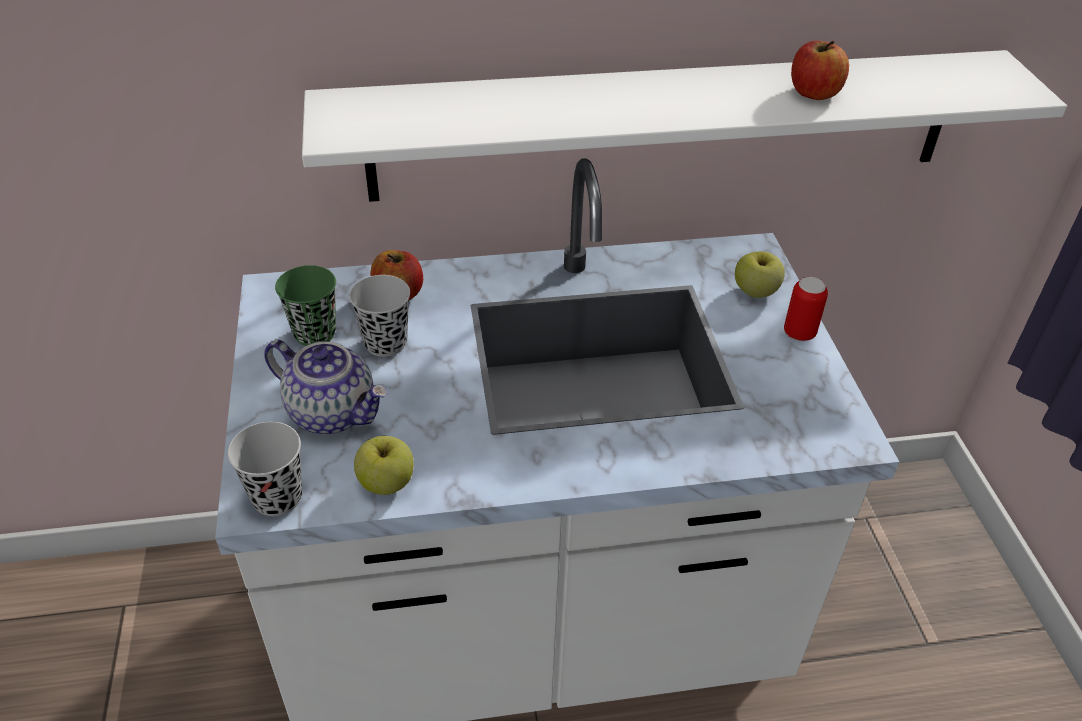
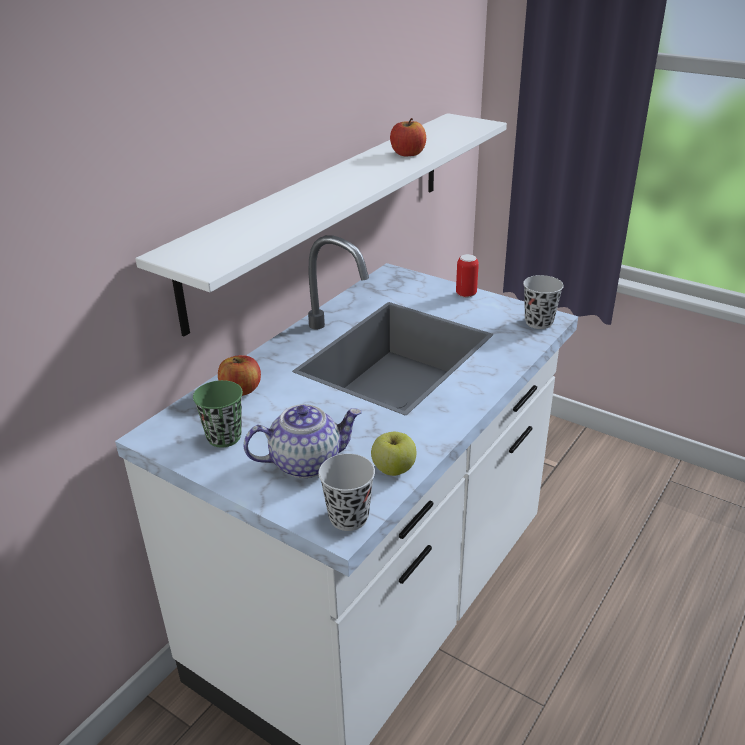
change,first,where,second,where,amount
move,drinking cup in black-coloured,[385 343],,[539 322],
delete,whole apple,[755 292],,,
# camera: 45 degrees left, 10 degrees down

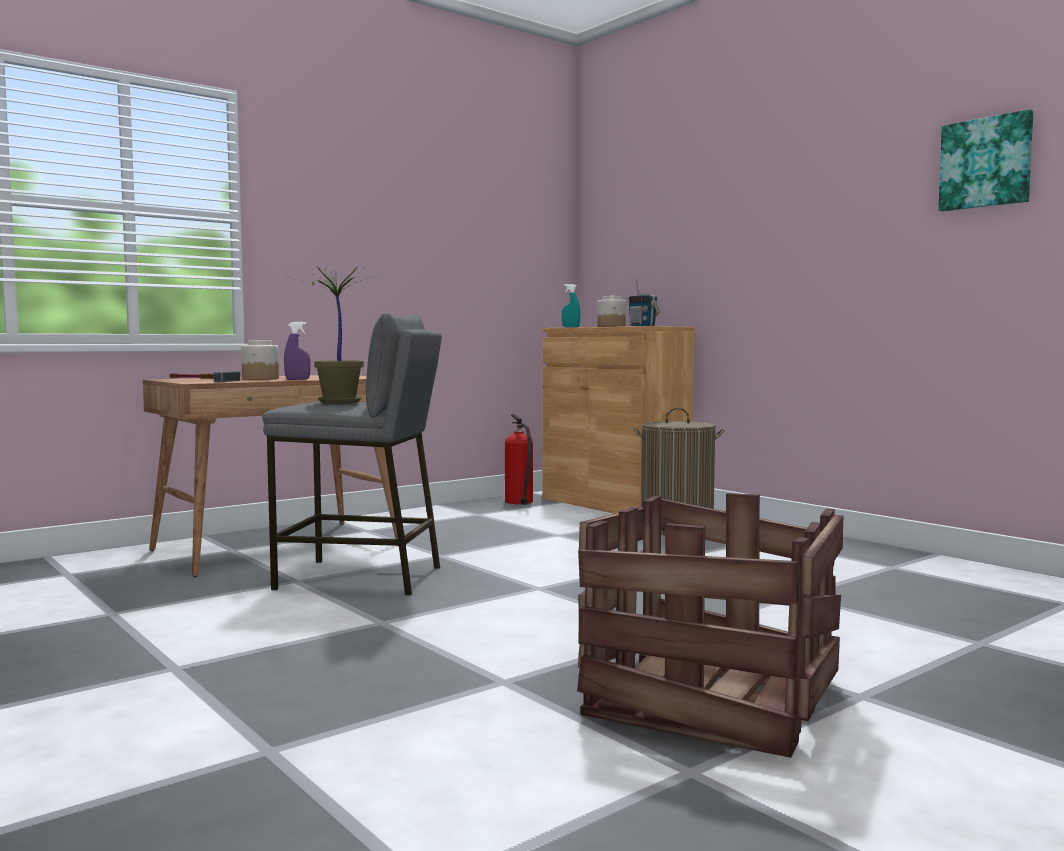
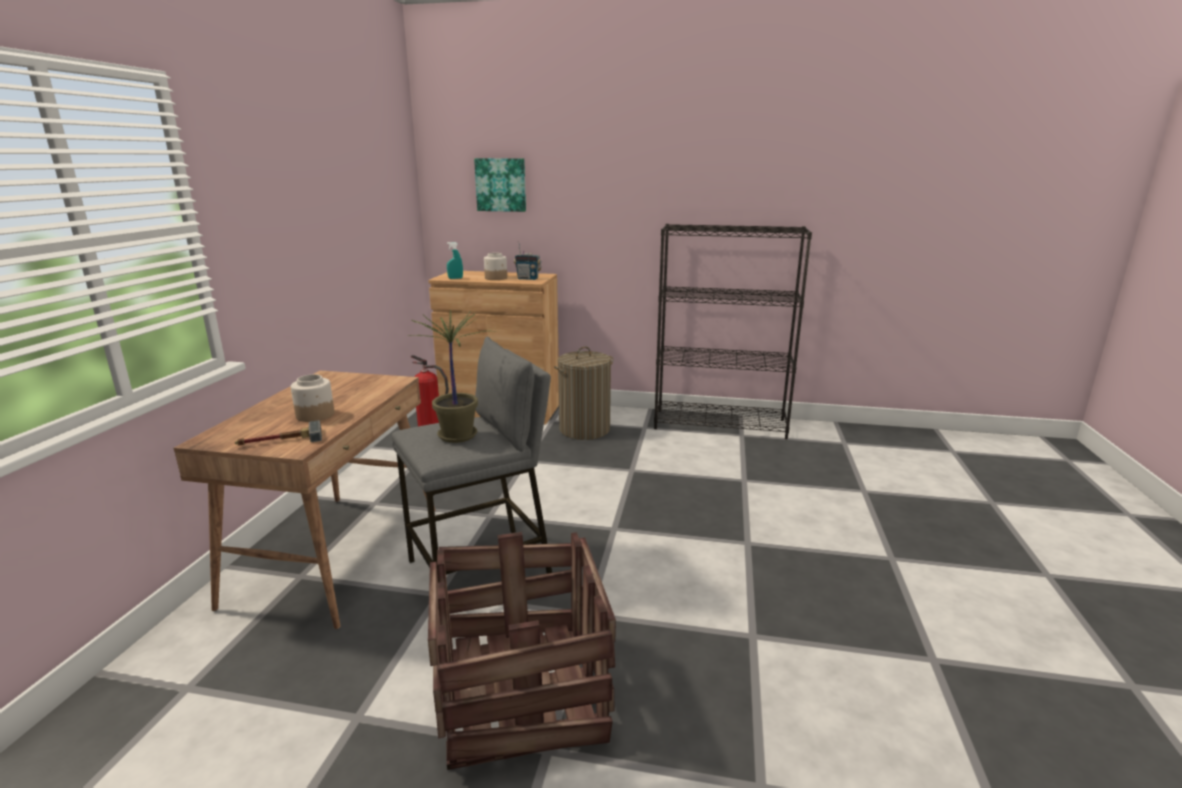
change,first,where,second,where,amount
delete,hand sprayer in purplish,[297 379],,,
move,shipping crate,[711 699],,[521 695],
move,picture,[986 163],,[501 185],
insert,,,bookcase in black-coloured,[720 424],
# camera: 40 degrees left, 15 degrees up

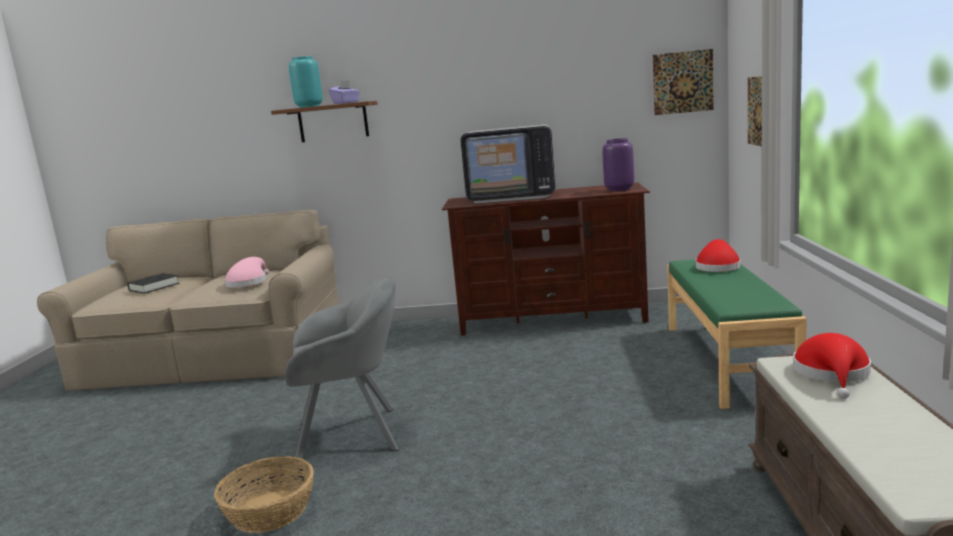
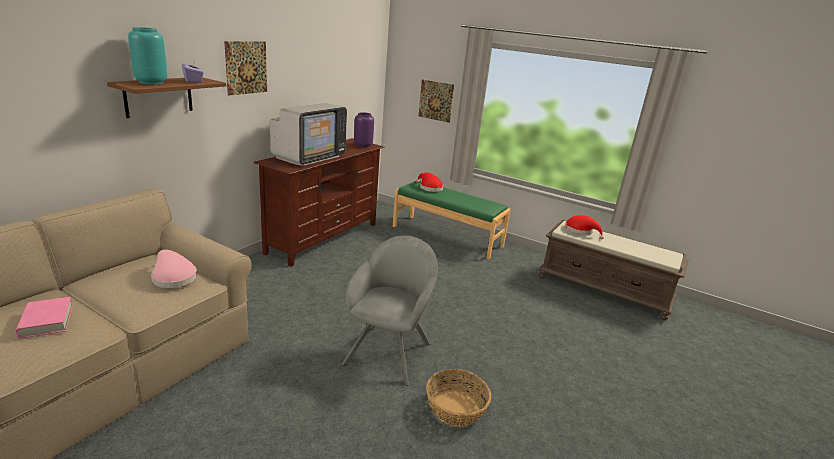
change,first,where,second,where,amount
recolor,bound book in black-coloured,[154 287],bound book in pink-coloured,[46 321],
move,picture,[683 82],,[246 67],
# camera: 65 degrees left, 10 degrees up

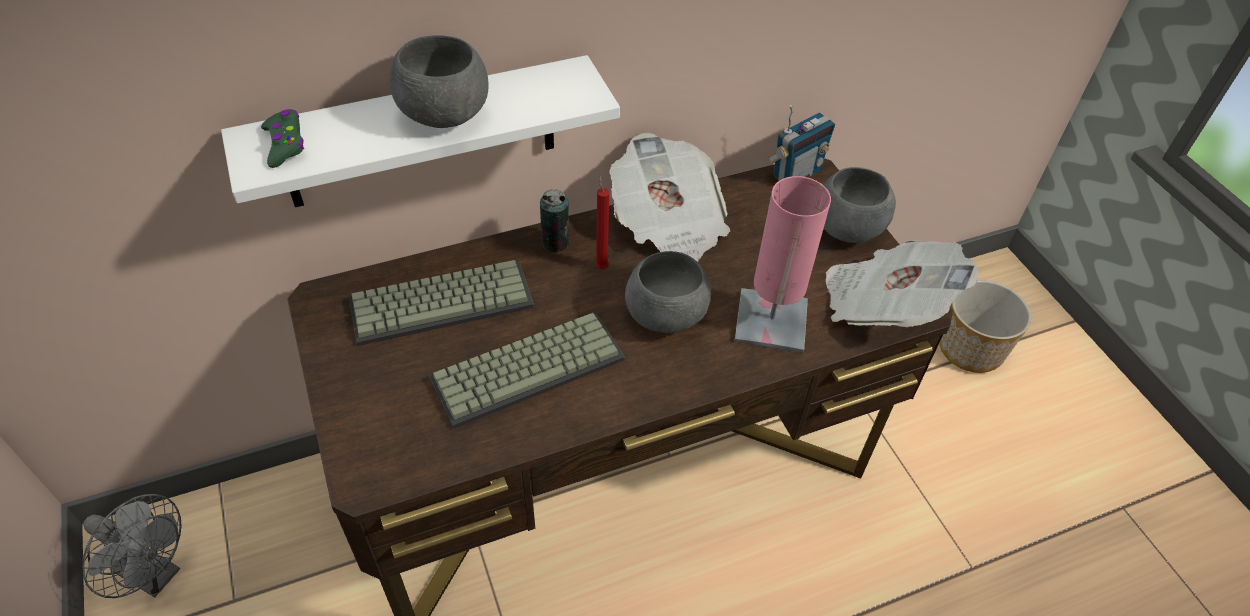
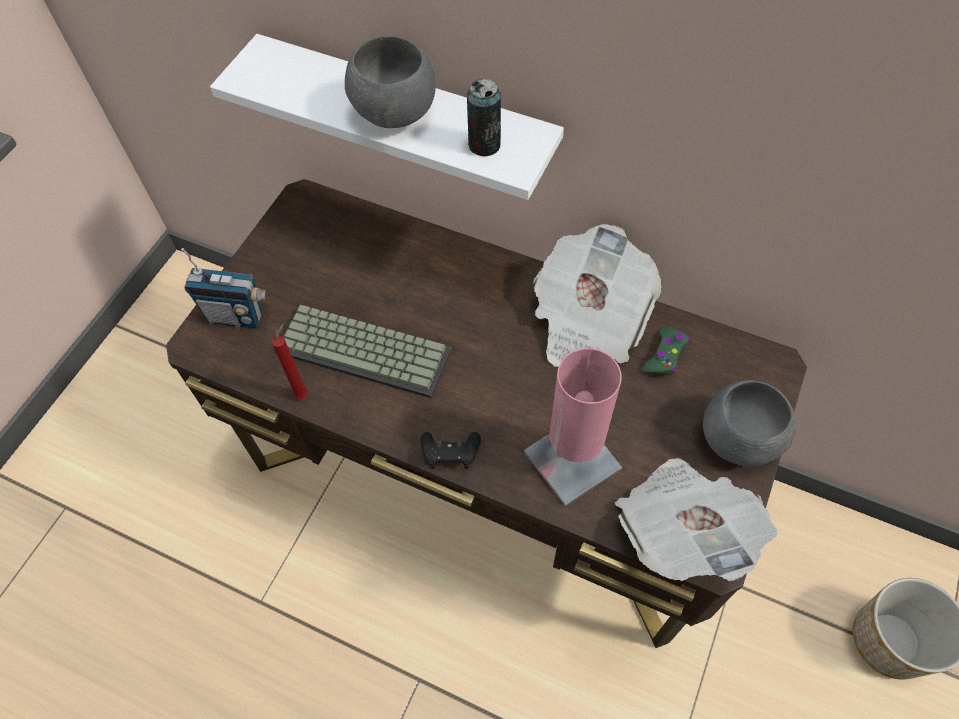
change,first,where,second,where,amount
delete,fan in gray,[155 574],,,
move,joypad in green-coloured,[285 144],,[665 356],
delete,keyboard,[443 301],,,
move,sealed can,[555 243],,[484 145],
move,candle in red,[601 266],,[303 394],
delete,deep dish in gray,[666 317],,,
move,radio,[795 173],,[236 316],
insert,,,joypad in black-coloured,[450 454],
# camera: 50 degrees right, 10 degrees up

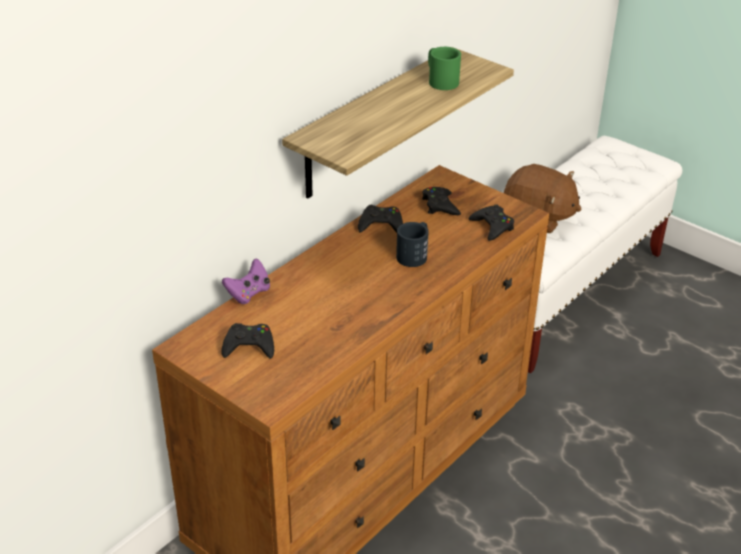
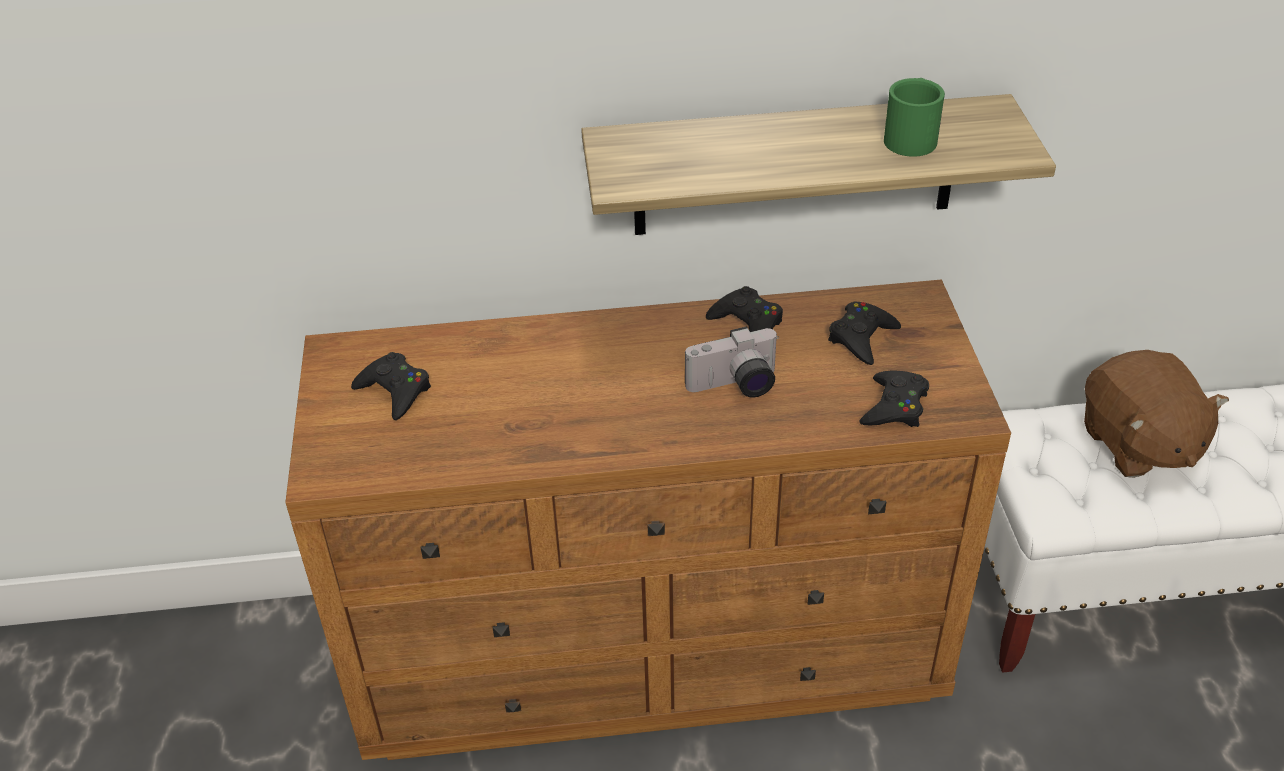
change,first,where,second,where,amount
delete,joypad in purplish,[248 293],,,
replace,coffee mug in black-coloured,[414 254],photo camera,[735 386],
# camera: 45 degrees right, 5 degrees up

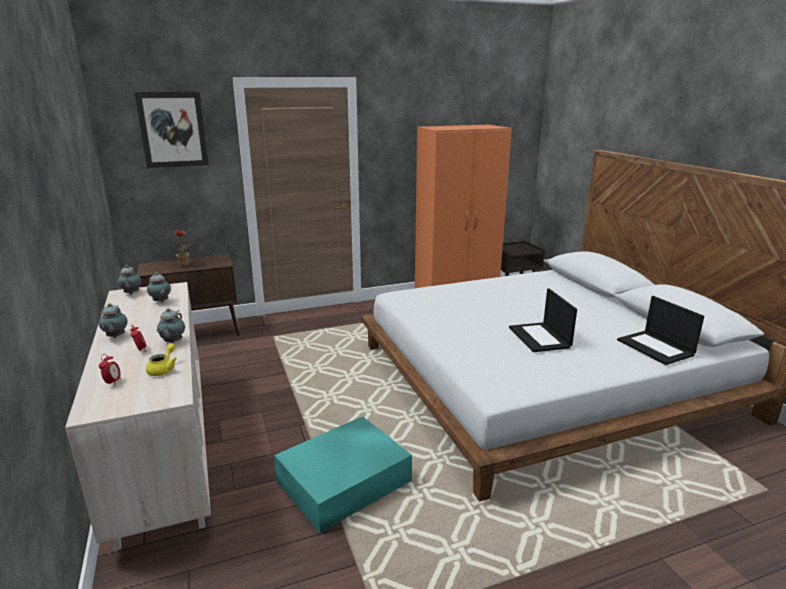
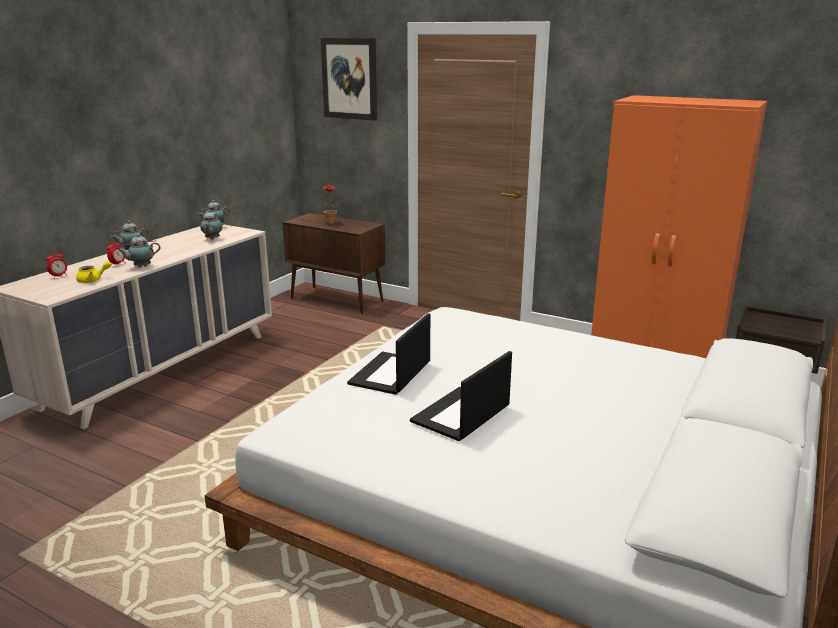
change,first,where,second,where,amount
delete,storage box in turquoise-coloured,[346 481],,,
move,laptop,[656 348],,[390 374],
# camera: 50 degrees right, 0 degrees up

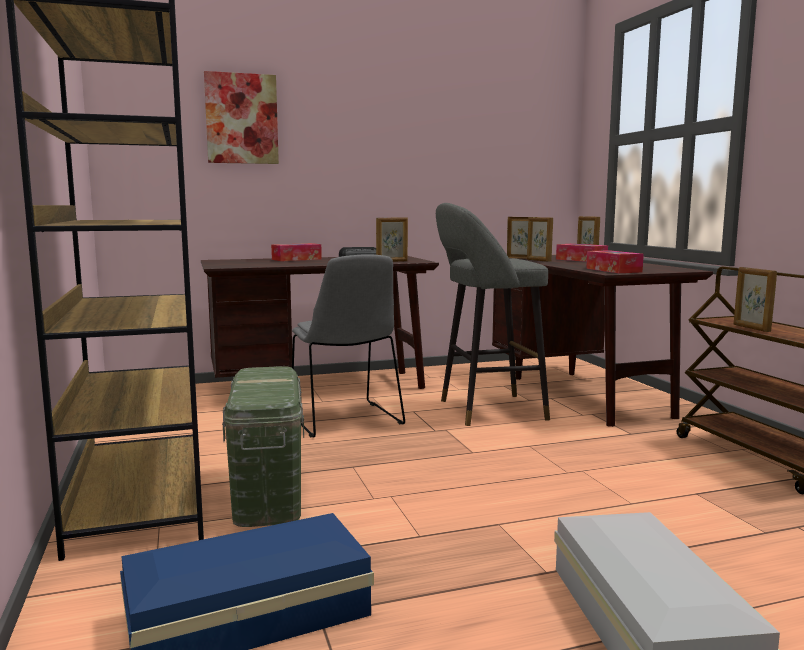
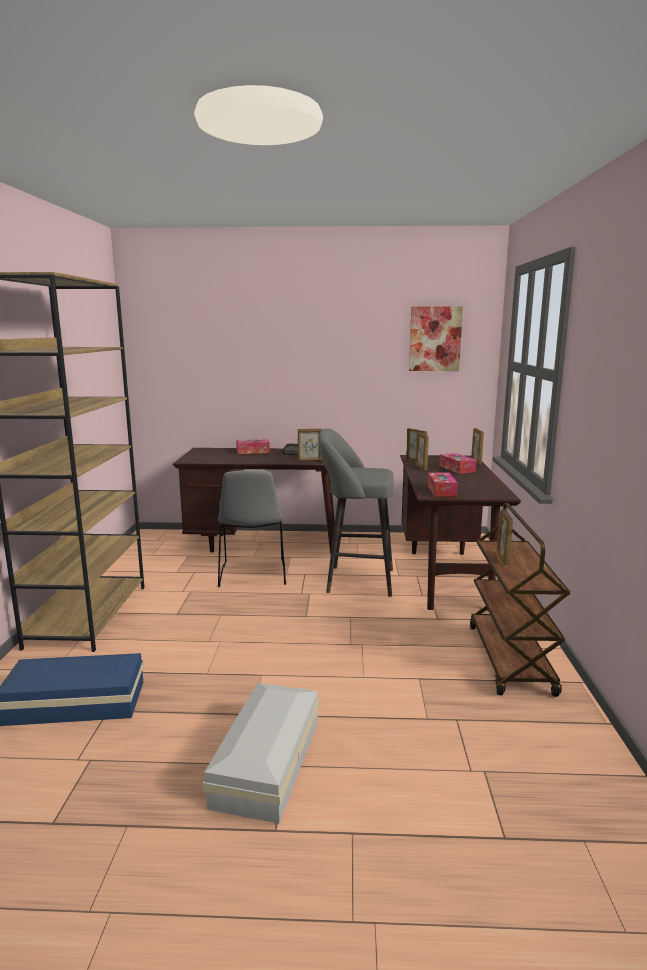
change,first,where,second,where,amount
move,picture,[241 119],,[435 339],
delete,storage box in green-coloured,[267 493],,,
# camera: 20 degrees right, 5 degrees up

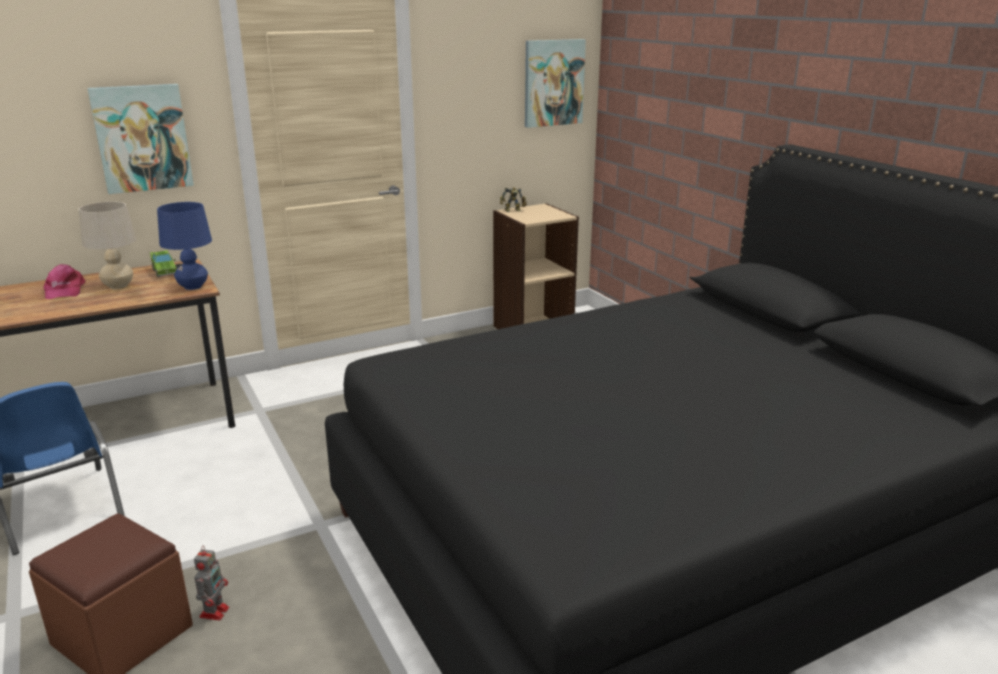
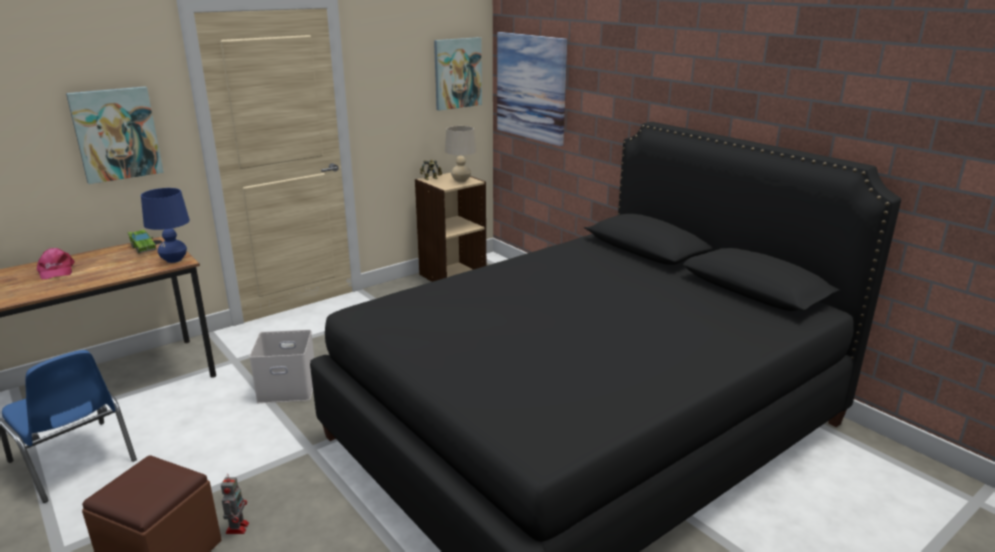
change,first,where,second,where,amount
move,lamp for a table in beige,[118 286],,[461 180],
insert,,,storage box in white-coloured,[289 387],
insert,,,picture,[531 87],
# camera: 10 degrees left, 0 degrees up

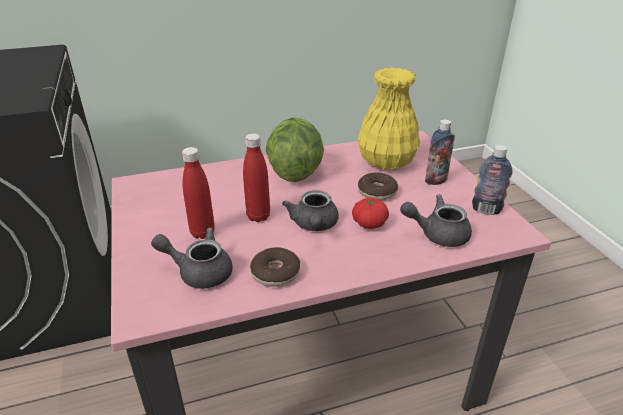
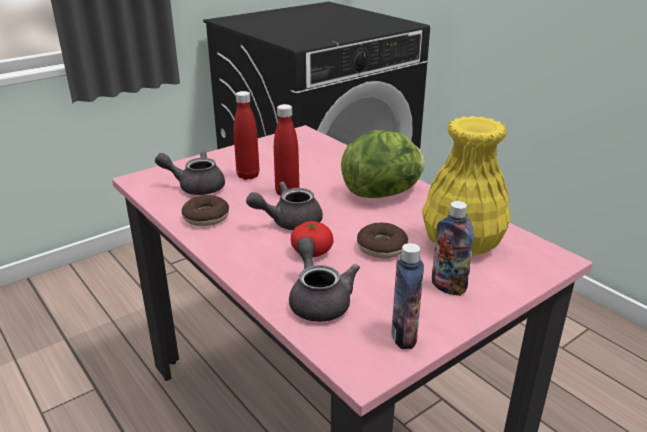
change,first,where,second,where,amount
rotate,tea pot in gray,[199 271],,[196 187],75 degrees counterclockwise
# camera: 70 degrees right, 5 degrees down

